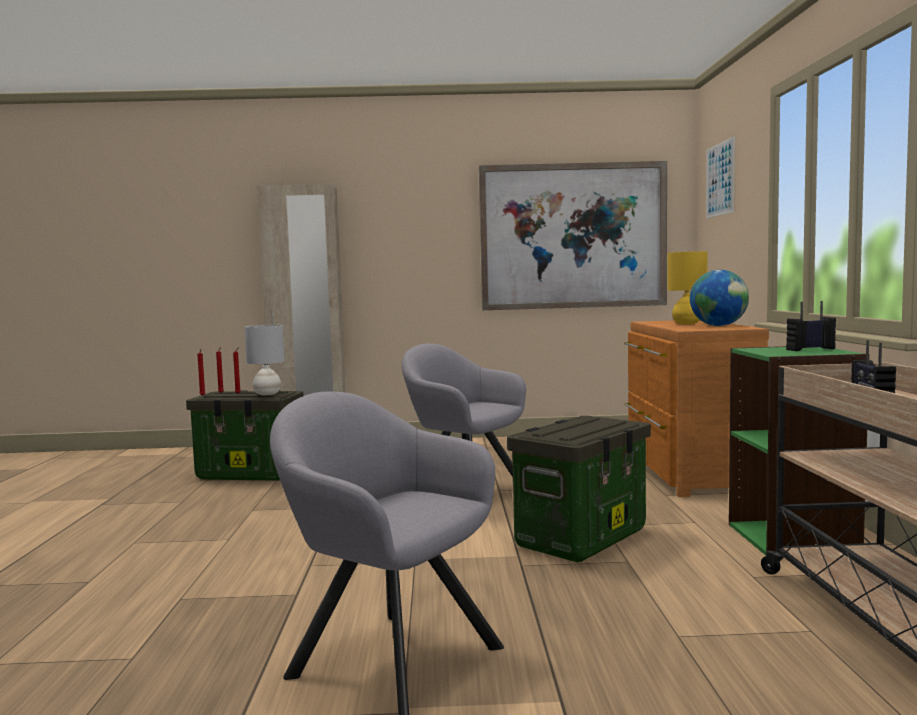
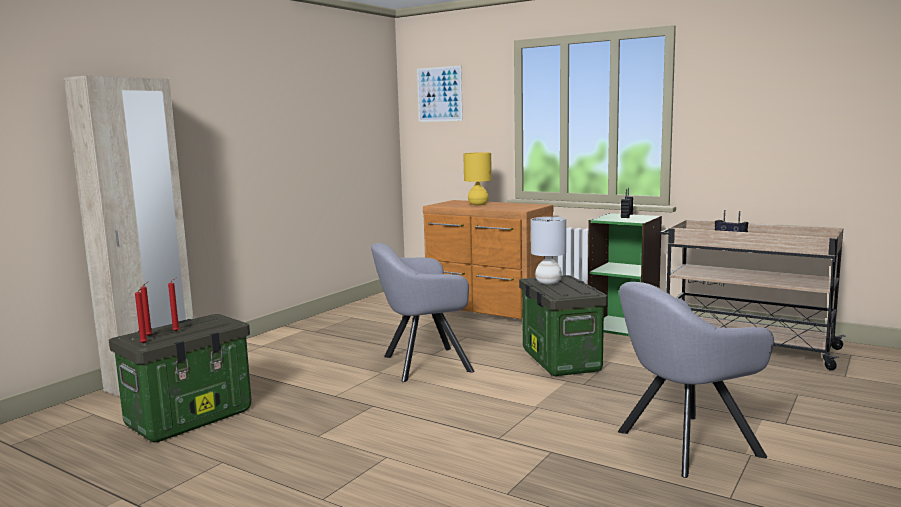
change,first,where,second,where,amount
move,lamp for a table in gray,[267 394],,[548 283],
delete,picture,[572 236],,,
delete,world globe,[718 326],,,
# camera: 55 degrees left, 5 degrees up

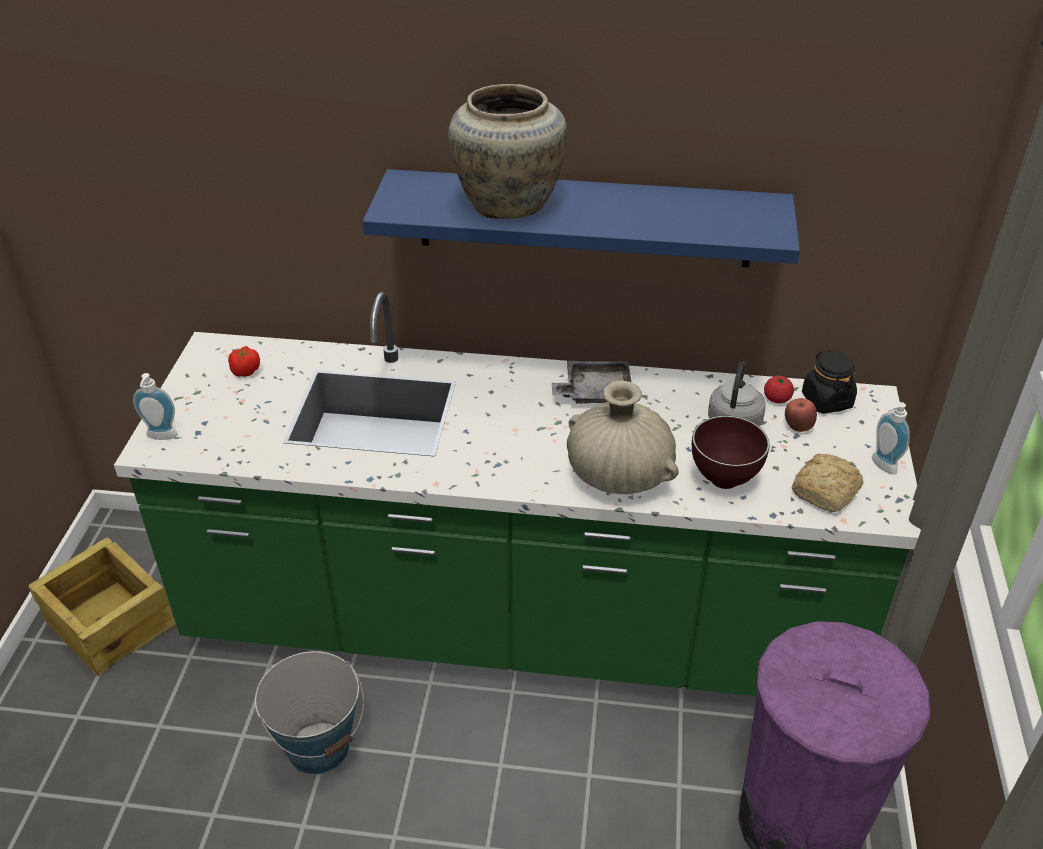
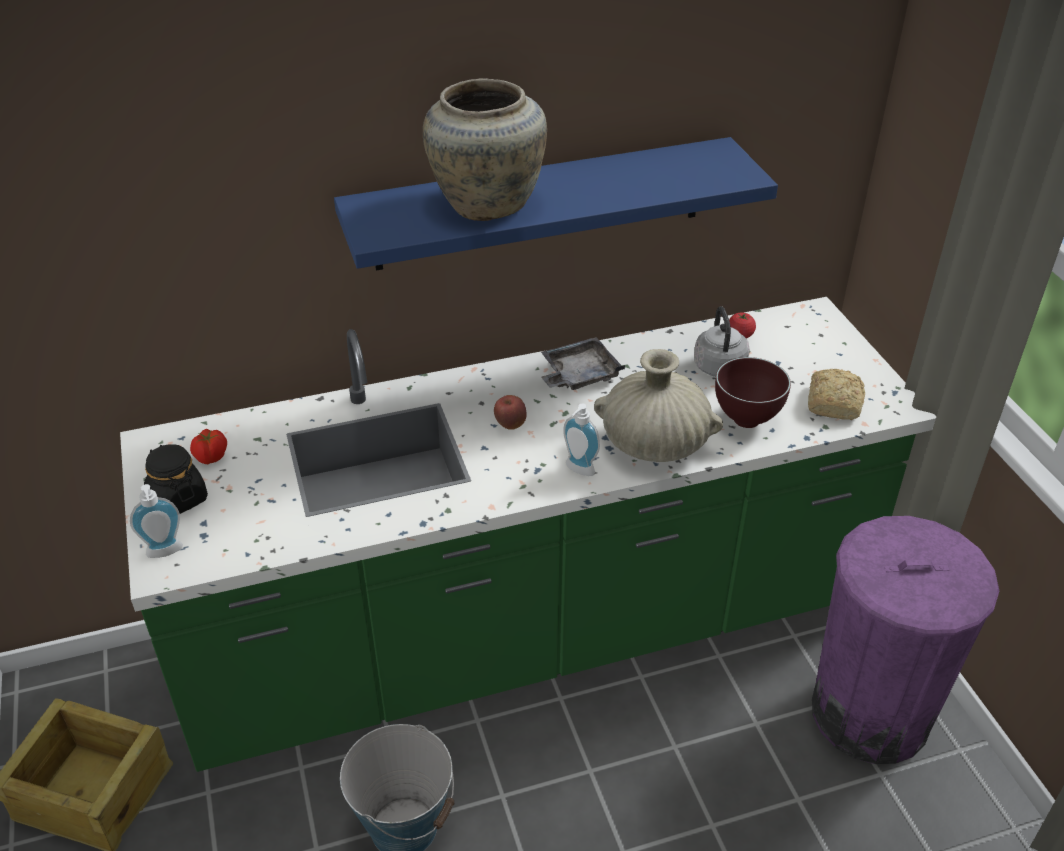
change,first,where,second,where,amount
move,whole apple,[797 427],,[510 425],
move,preserve jar in black-coloured,[826 400],,[178 499],
move,liquid soap bottle,[881 466],,[578 470],
# camera: 25 degrees left, 0 degrees up

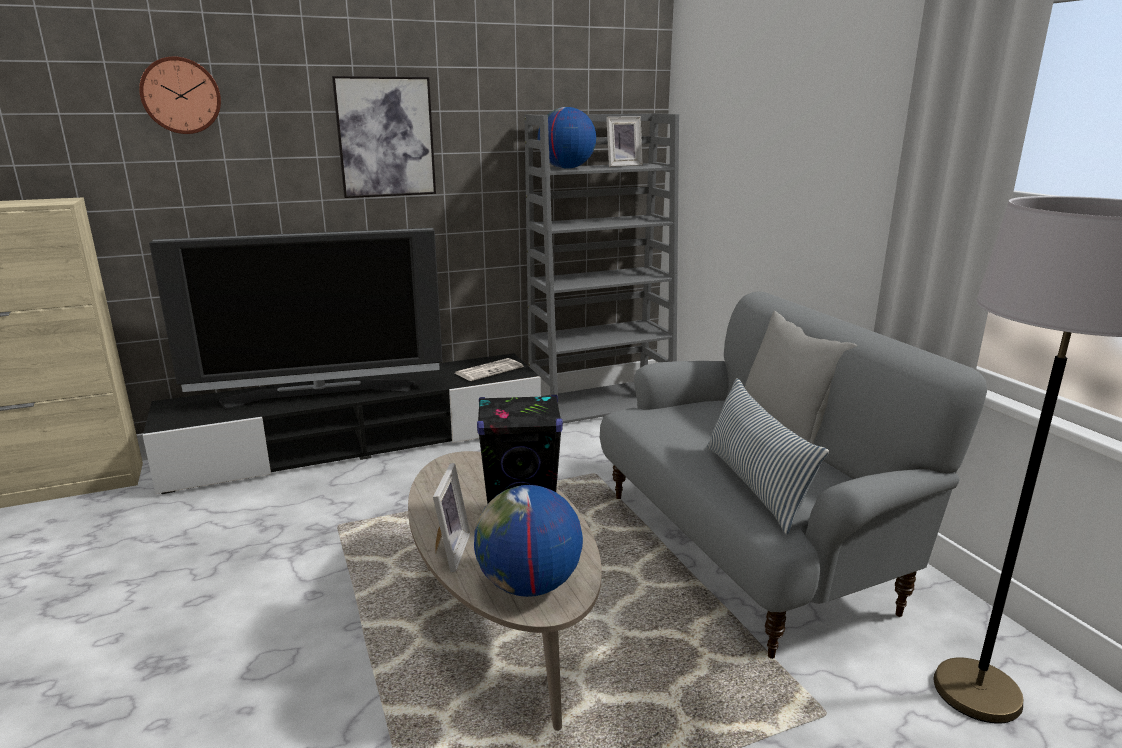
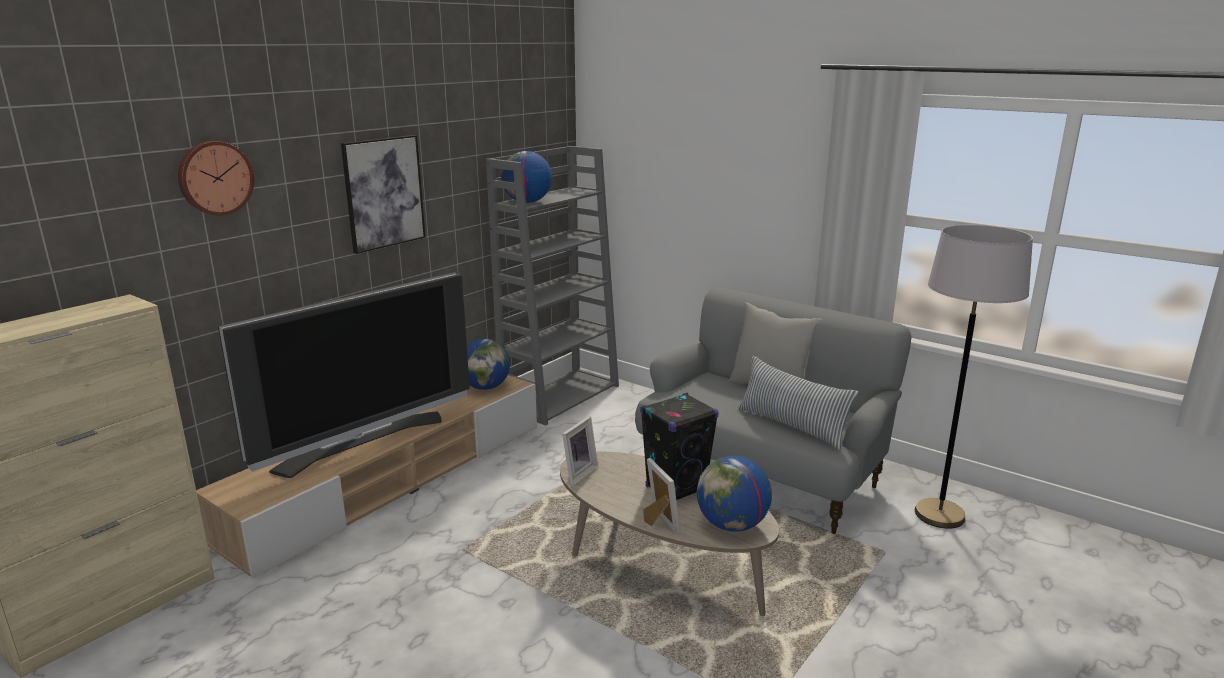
change,first,where,second,where,amount
recolor,tv unit in black-coloured,[360 444],tv unit in beige,[393 481],
replace,printed paper,[489 370],world globe,[486 387],
move,photo frame,[622 165],,[577 473],
# camera: 30 degrees left, 0 degrees up

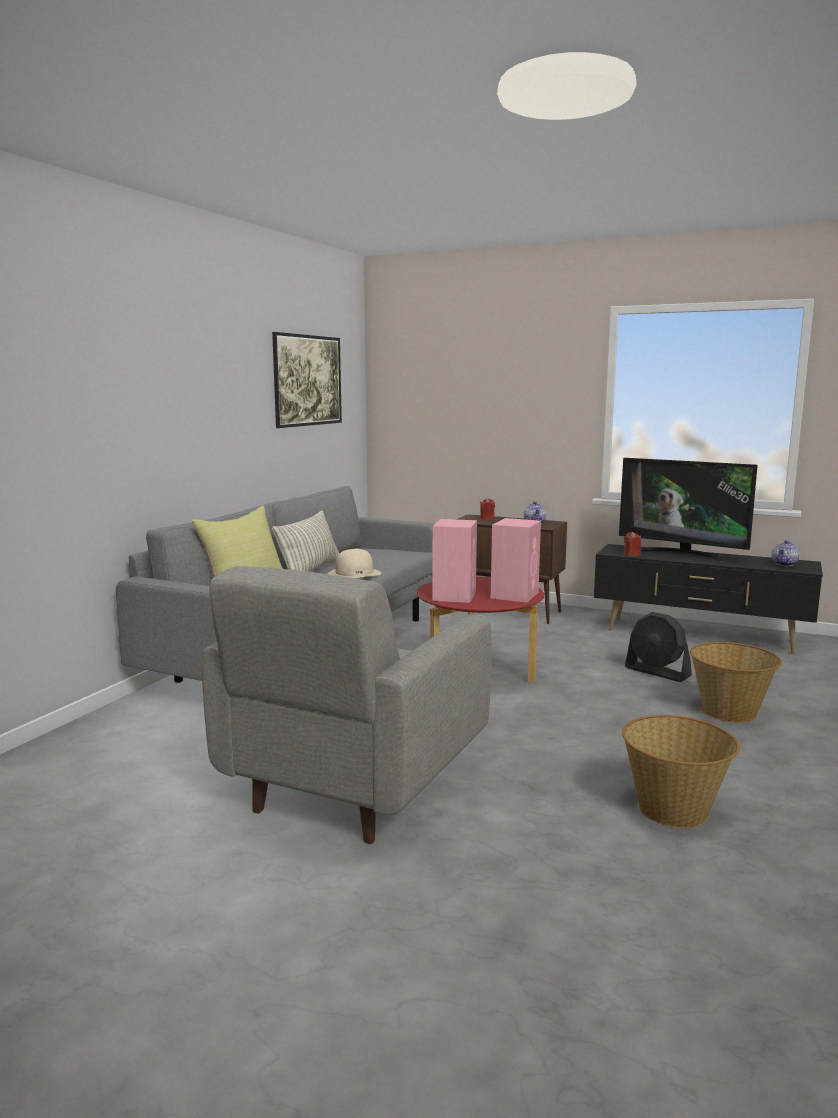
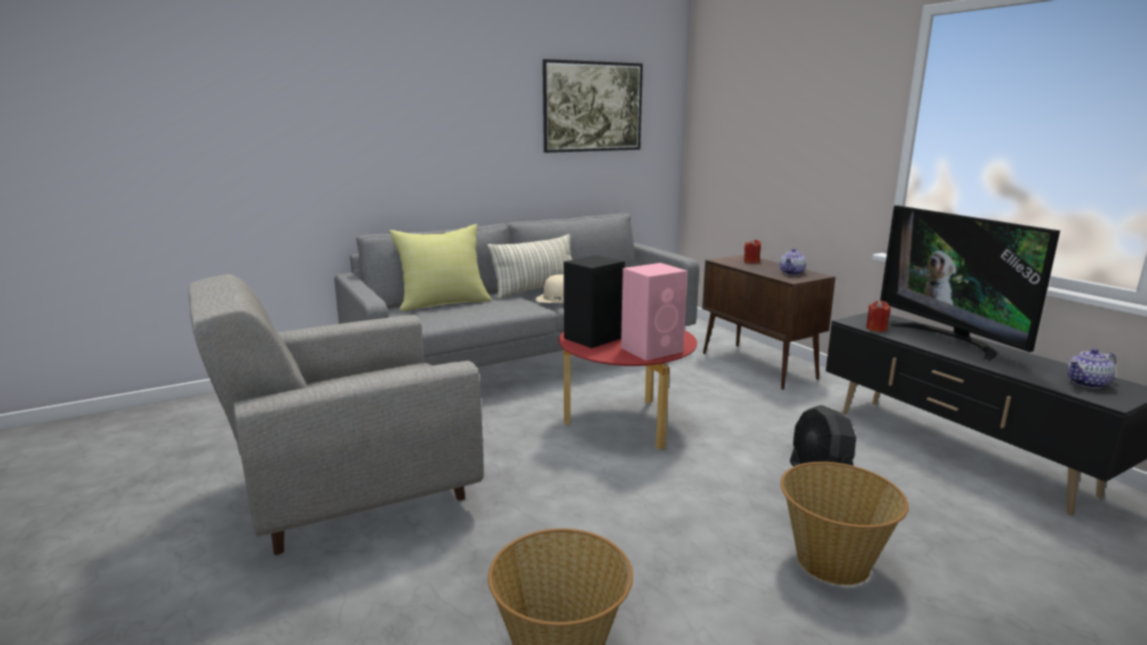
change,first,where,second,where,amount
recolor,audio speaker in pink-coloured,[454 595],audio speaker in black-coloured,[594 338],
# camera: 35 degrees right, 5 degrees up

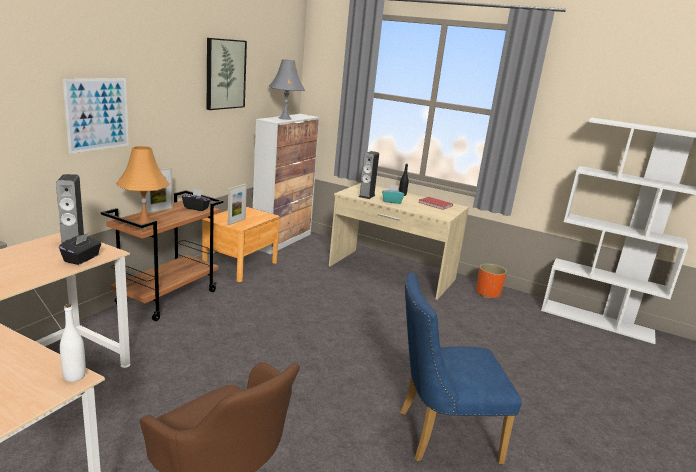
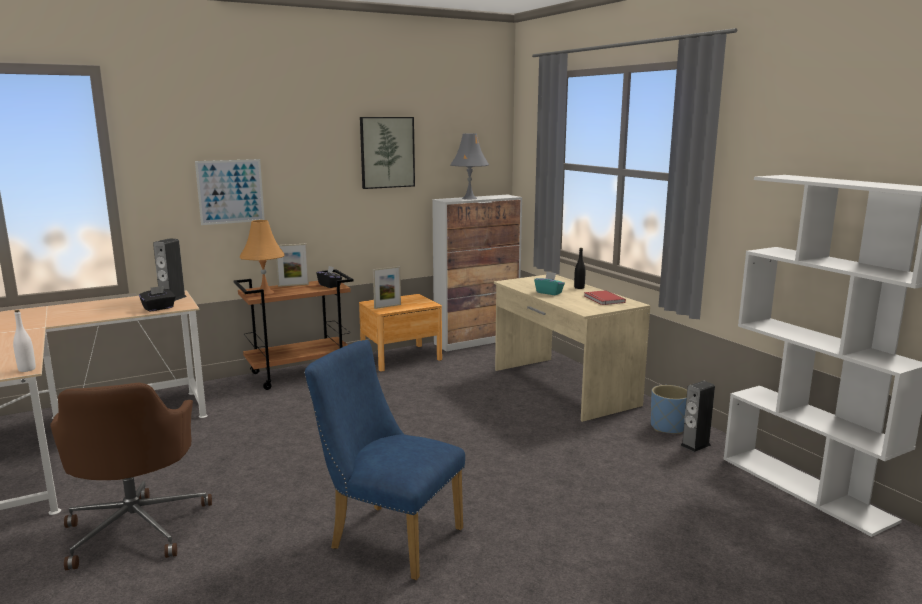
change,first,where,second,where,amount
move,audio speaker,[366 196],,[695 445],
recolor,plant pot in orange,[488 293],plant pot in blue-coloured,[668 427],
# camera: 35 degrees right, 5 degrees down

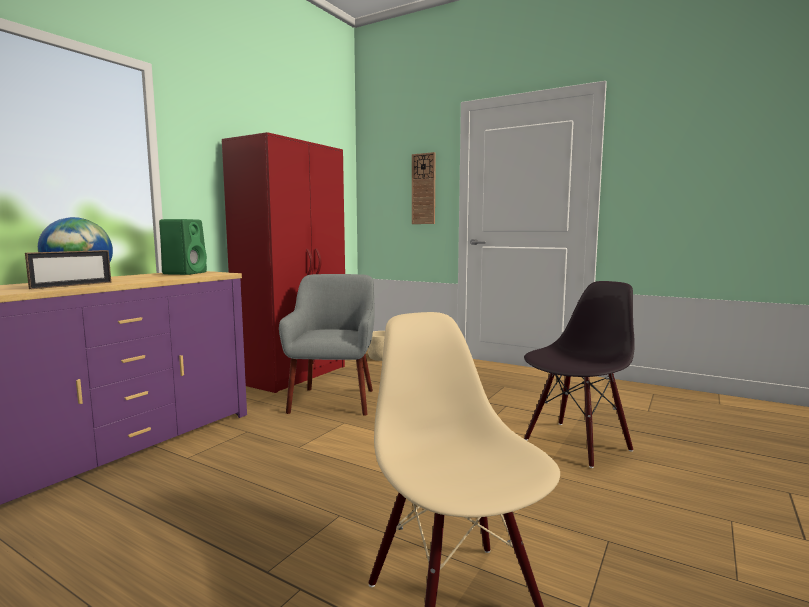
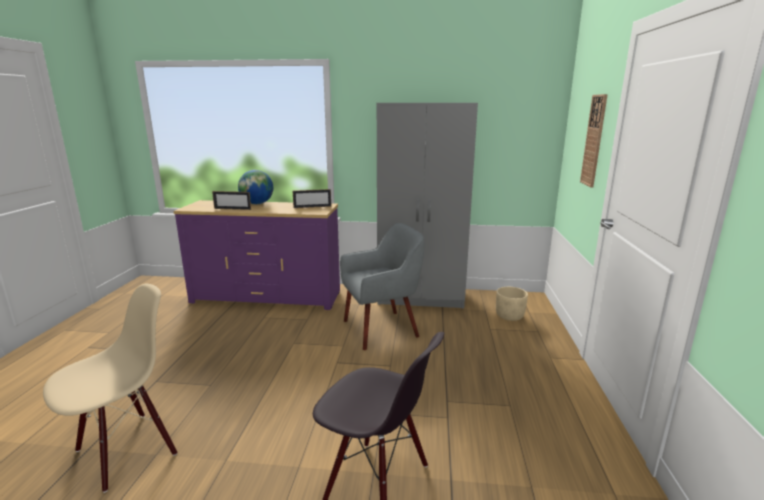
change,first,where,second,where,amount
replace,audio speaker in green-coloured,[185 273],photo frame,[312 207],
recolor,armoire in red,[295 374],armoire in gray,[421 297],
# camera: 65 degrees right, 10 degrees up

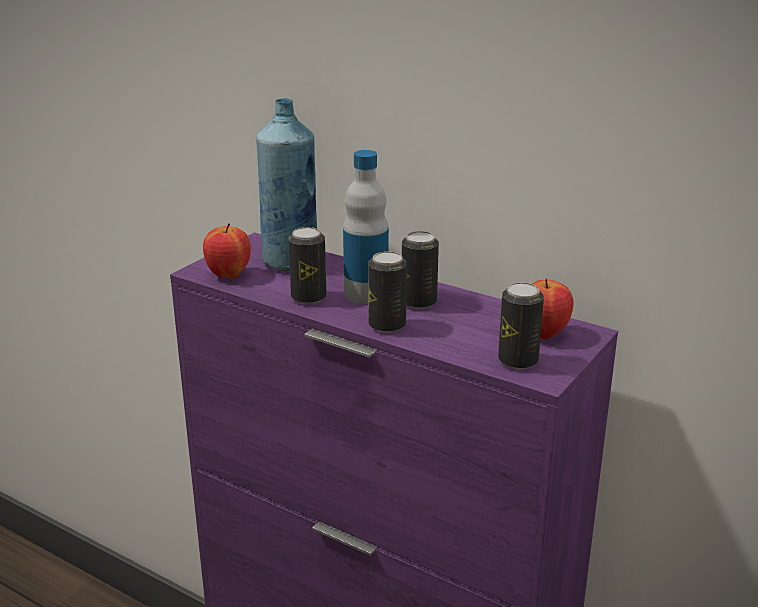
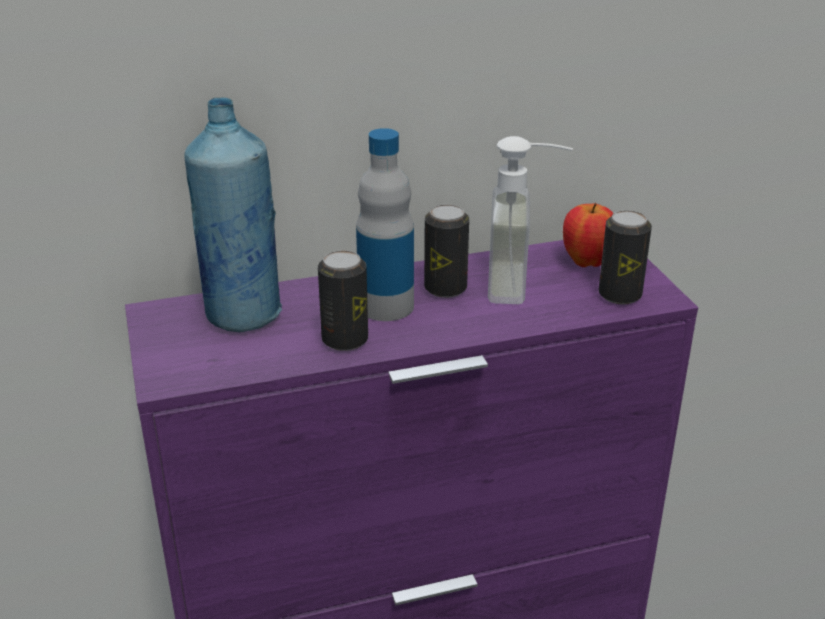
change,first,where,second,where,amount
delete,whole apple,[228 275],,,
delete,sealed can,[387 325],,,
insert,,,liquid soap bottle,[524 284],
# camera: 50 degrees left, 5 degrees up

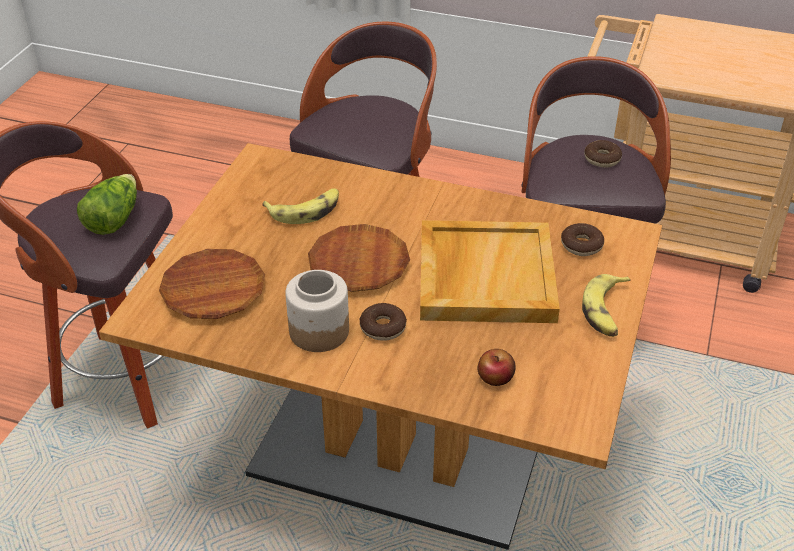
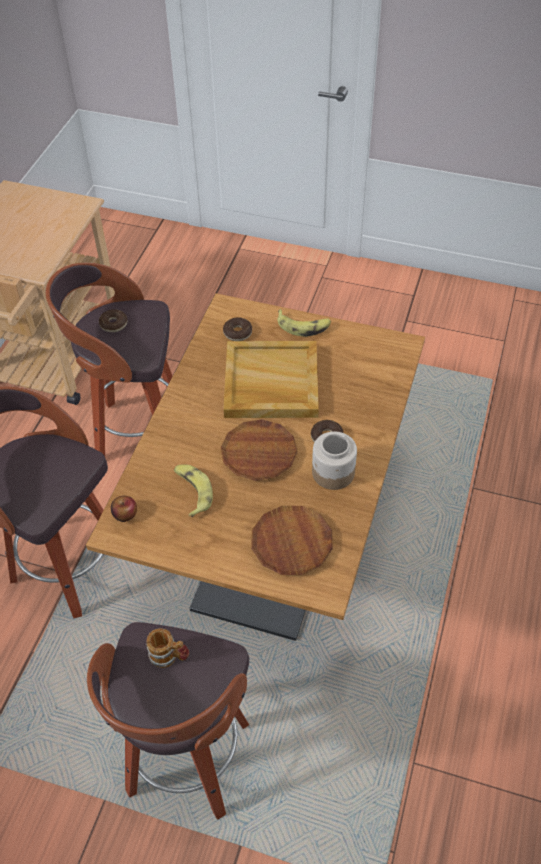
change,first,where,second,where,amount
replace,lettuce head,[113 219],coffee mug,[169 656],
move,whole apple,[495 377],,[125 514],
# camera: 90 degrees left, 10 degrees up

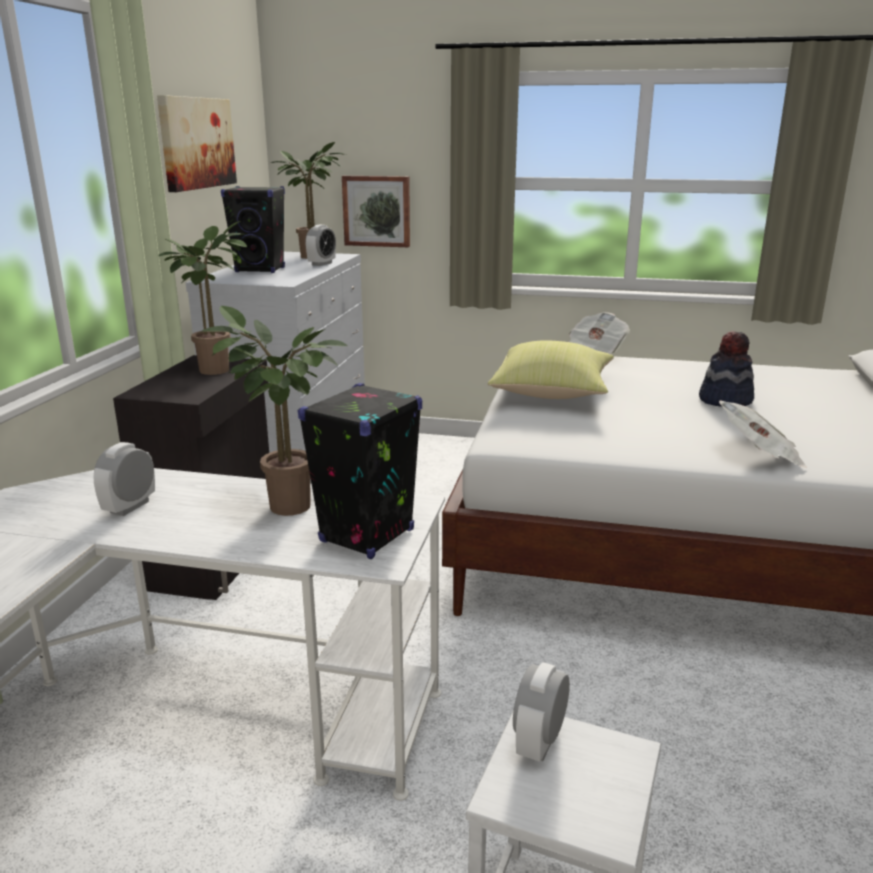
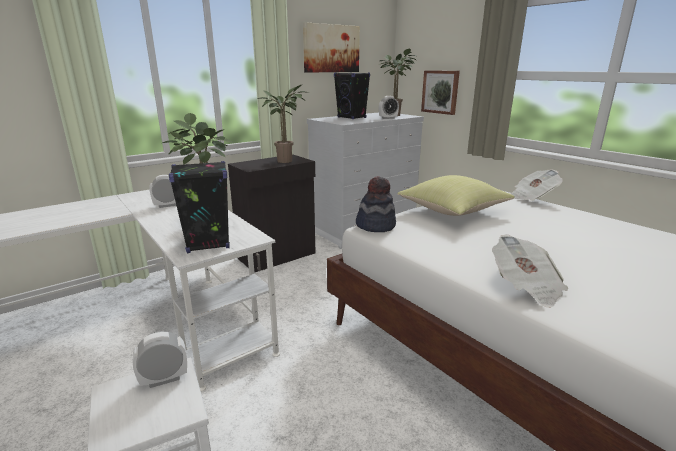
change,first,where,second,where,amount
move,hat,[724 400],,[375 226],
# camera: 40 degrees right, 0 degrees up

